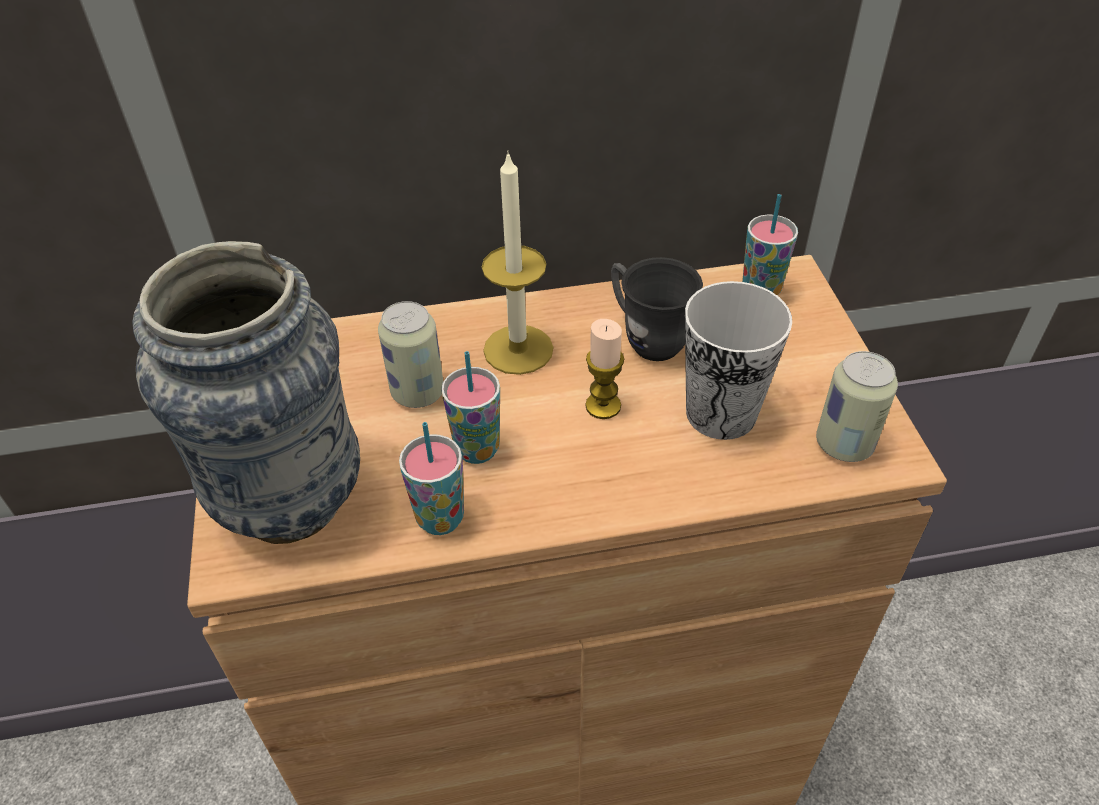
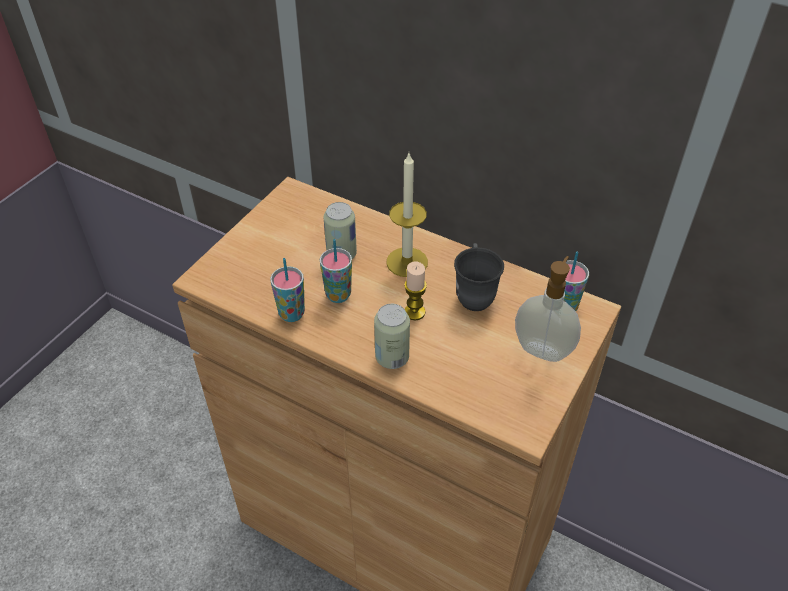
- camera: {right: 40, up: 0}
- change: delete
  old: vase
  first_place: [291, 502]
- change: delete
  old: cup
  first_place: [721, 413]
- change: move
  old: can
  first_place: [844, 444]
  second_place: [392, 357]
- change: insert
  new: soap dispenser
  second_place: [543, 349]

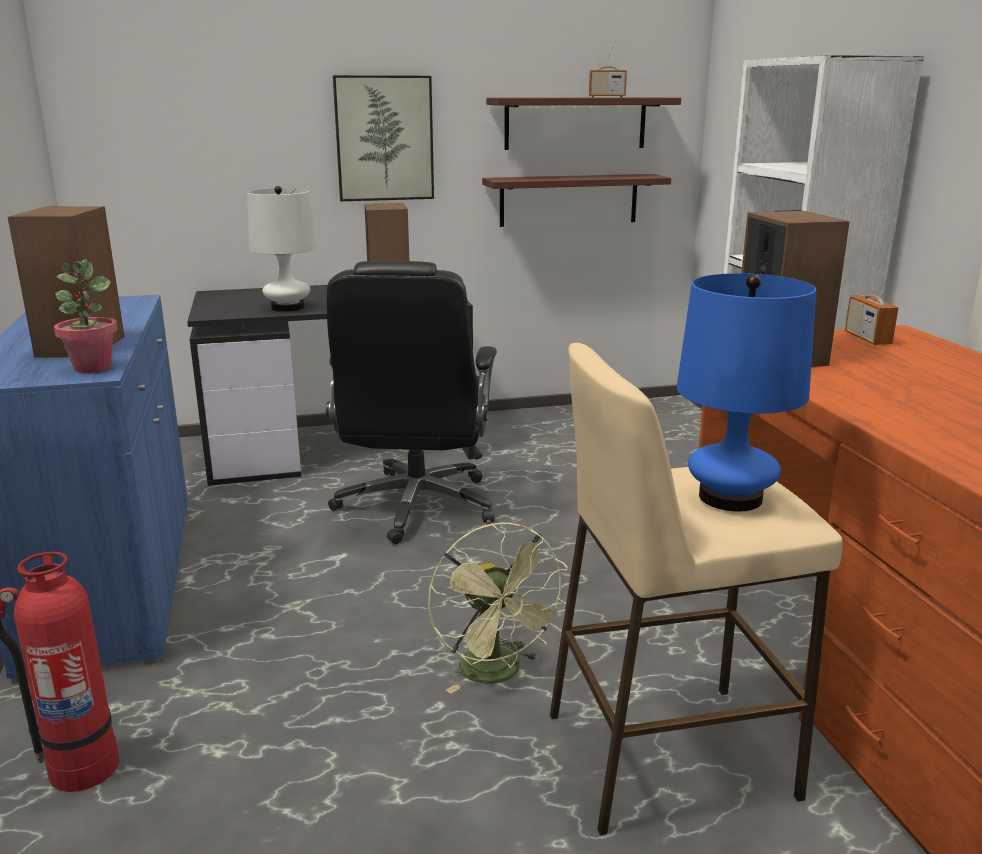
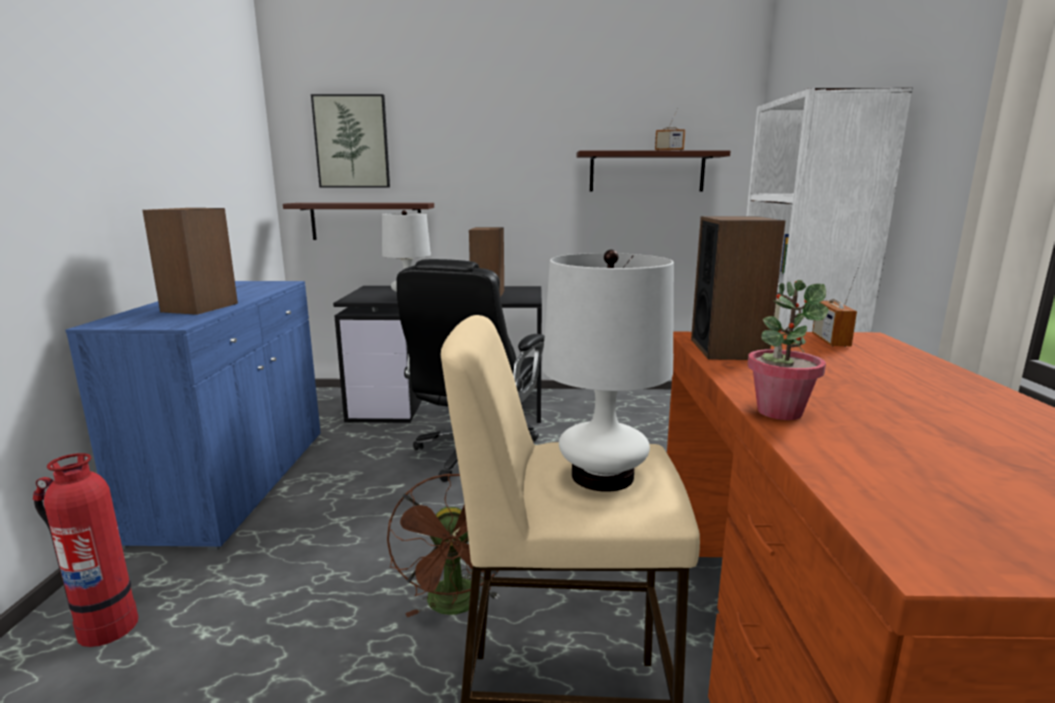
- camera: {right: 15, up: -5}
- change: move
  old: potted plant
  first_place: [92, 367]
  second_place: [779, 412]
- change: move
  old: picture
  first_place: [384, 138]
  second_place: [352, 142]
- change: recolor
  old: fan (green)
  new: fan (brown)
  first_place: [498, 674]
  second_place: [456, 606]
- change: move
  old: shelf
  first_place: [569, 200]
  second_place: [366, 221]
- change: recolor
  old: table lamp (blue)
  new: table lamp (white)
  first_place: [730, 497]
  second_place: [602, 476]

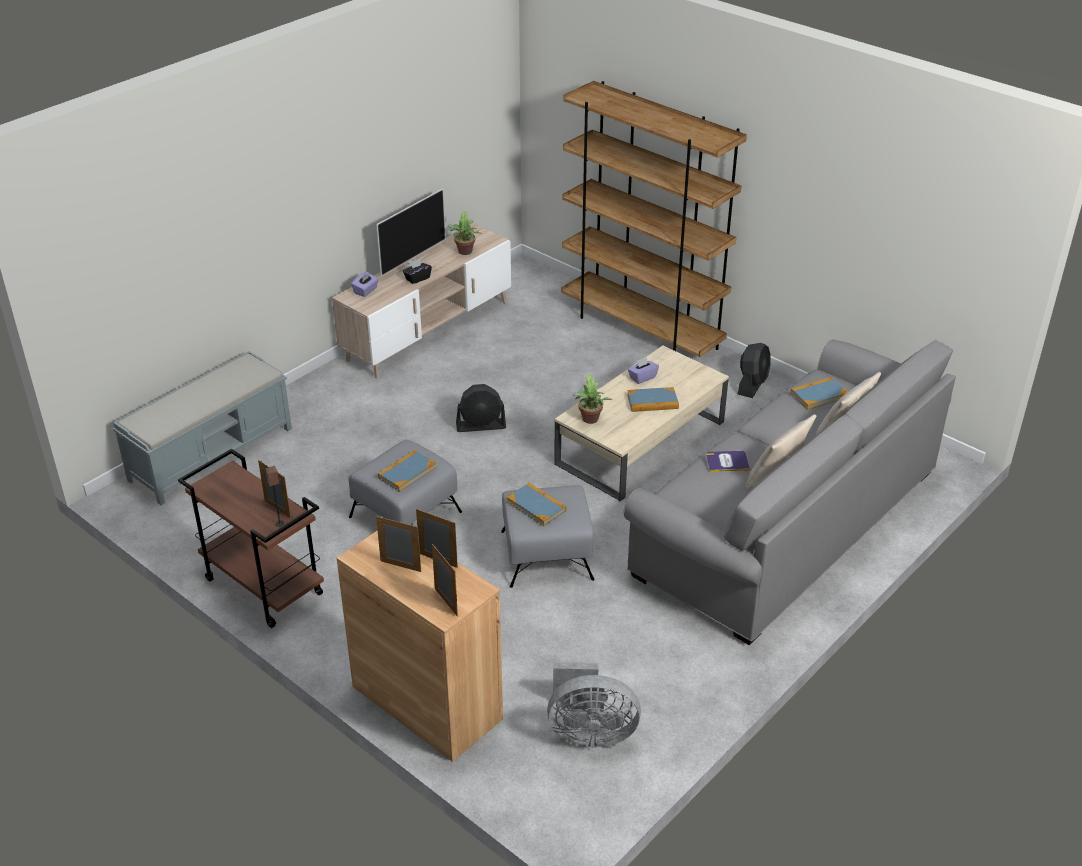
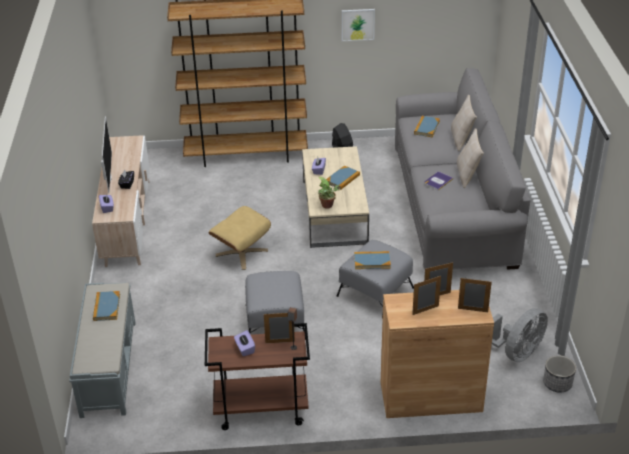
- camera: {right: -45, up: 0}
- change: move
  old: book
  first_place: [407, 473]
  second_place: [106, 307]
- change: delete
  old: potted plant
  first_place: [465, 252]
- change: replace
  old: fan (black)
  new: ottoman (beige)
  first_place: [481, 425]
  second_place: [241, 252]
- change: insert
  new: tissue box (purple)
  second_place: [245, 349]
- change: insert
  new: picture
  second_place: [357, 24]
- change: insert
  new: planter
  second_place: [557, 384]

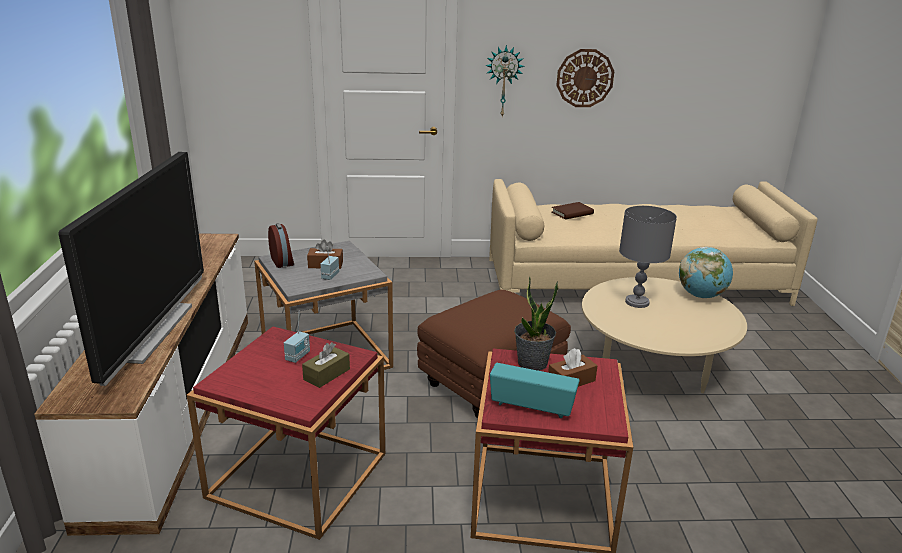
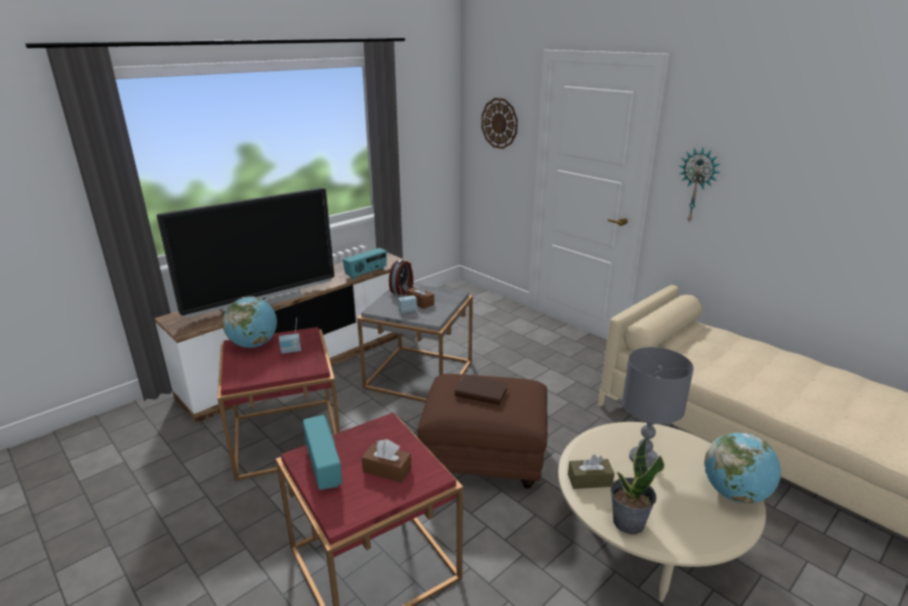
- camera: {right: 50, up: 0}
- change: move
  old: tissue box (brown)
  first_place: [326, 374]
  second_place: [589, 480]
- change: move
  old: potted plant
  first_place: [532, 363]
  second_place: [628, 522]
- change: move
  old: book (brown)
  first_place: [572, 213]
  second_place: [481, 392]
- change: move
  old: wall clock
  first_place: [585, 78]
  second_place: [499, 123]
- change: insert
  new: globe
  second_place: [254, 344]
- change: insert
  new: radio
  second_place: [366, 273]

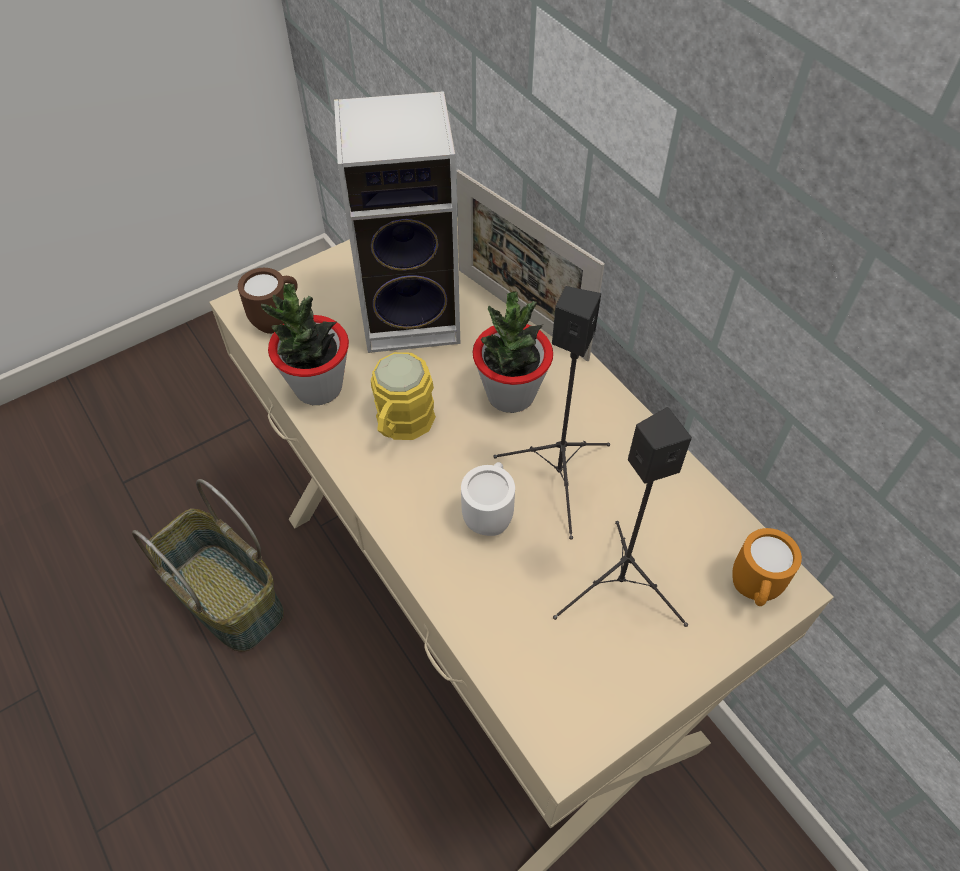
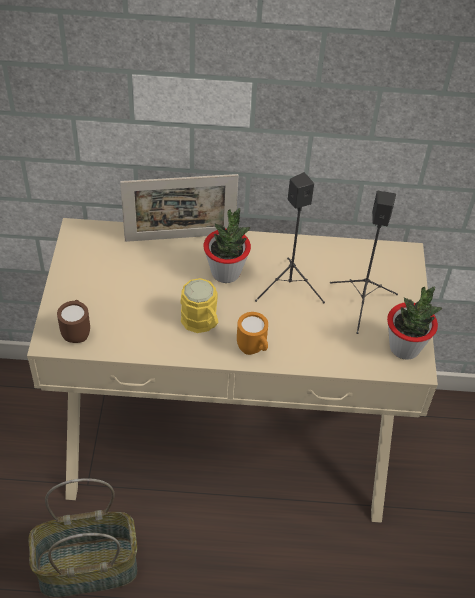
- camera: {right: -55, up: -5}
- change: move
  old: potted plant
  first_place: [318, 387]
  second_place: [404, 347]
- change: delete
  old: speaker
  first_place: [415, 314]
- change: delete
  old: mug (white)
  first_place: [489, 515]
- change: move
  old: mug (orange)
  first_place: [753, 592]
  second_place: [253, 350]

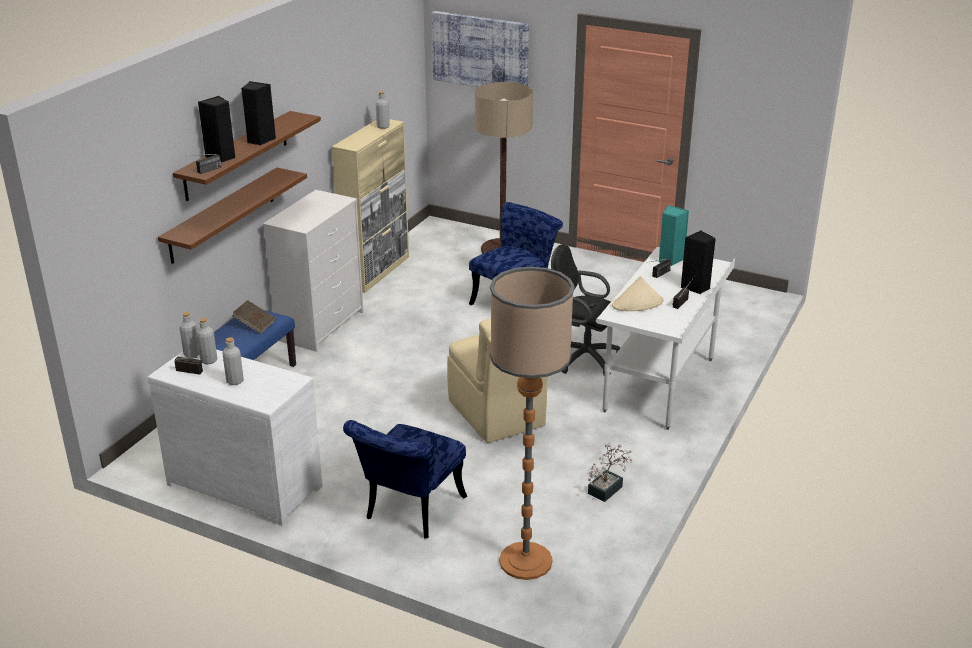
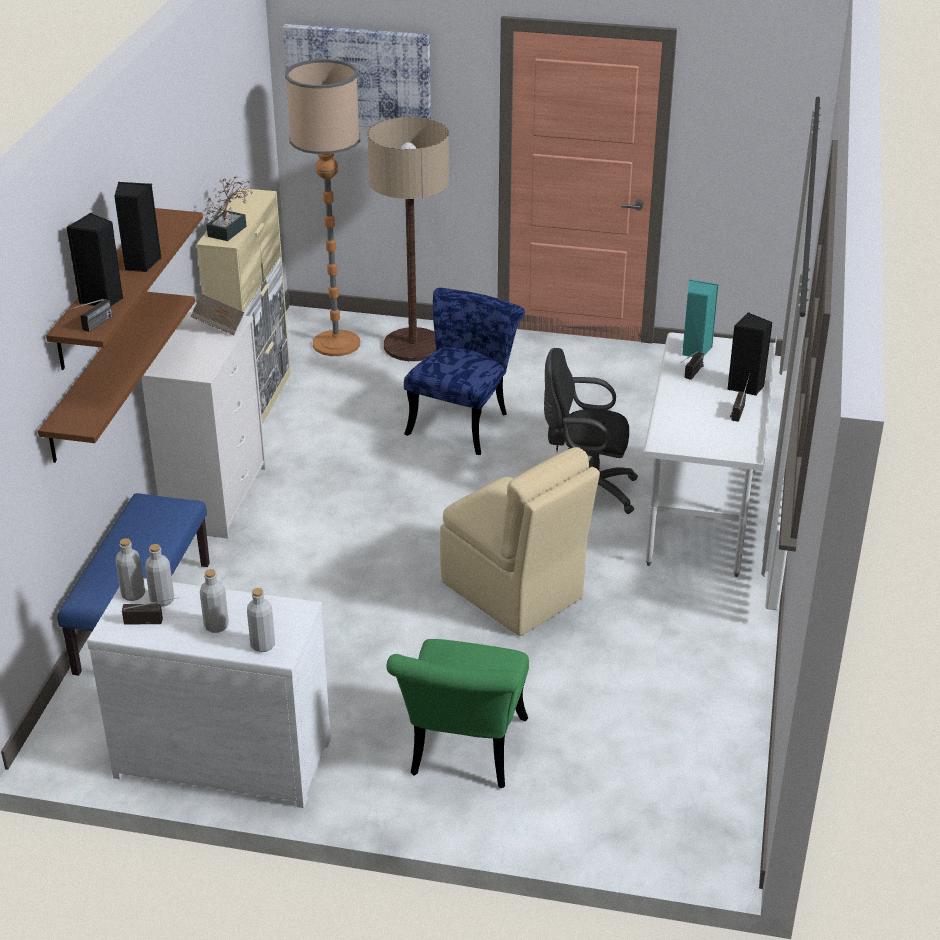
- camera: {right: -15, up: 5}
- change: move
  old: book (brown)
  first_place: [255, 324]
  second_place: [219, 325]
- change: recolor
  old: chair (blue)
  new: chair (green)
  first_place: [409, 512]
  second_place: [463, 754]
- change: move
  old: bottle (grey)
  first_place: [383, 127]
  second_place: [263, 645]
- change: move
  old: floor lamp
  first_place: [525, 561]
  second_place: [336, 344]
- change: move
  old: potted plant
  first_place: [608, 488]
  second_place: [230, 229]
- change: delete
  old: hat (beige)
  first_place: [637, 303]

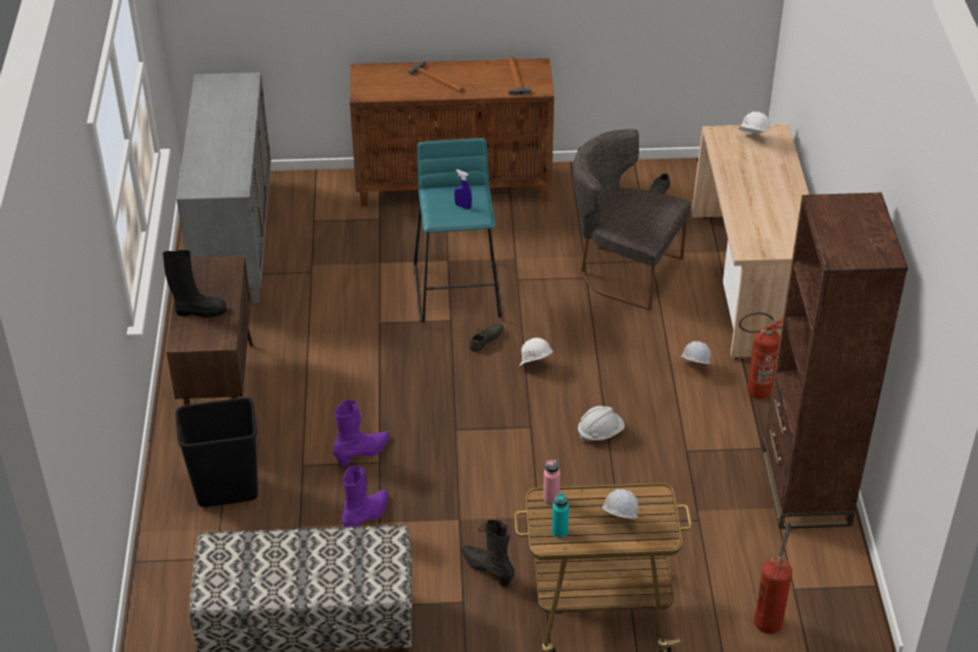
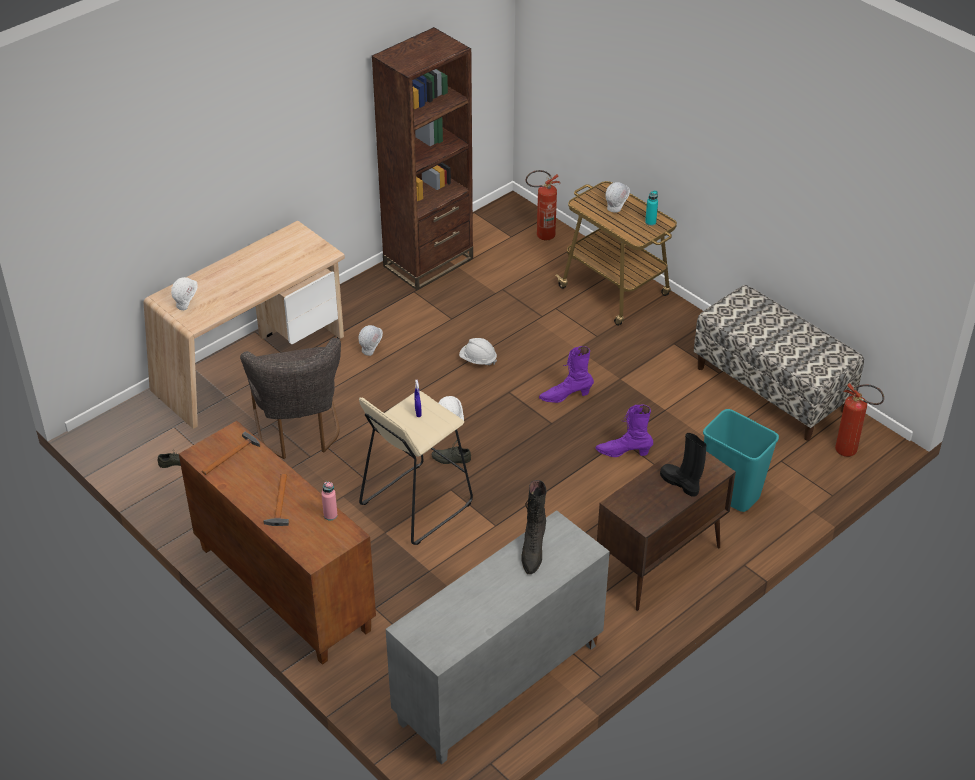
- camera: {right: -130, up: 0}
- change: recolor
  old: trash can (black)
  new: trash can (turquoise)
  first_place: [226, 491]
  second_place: [732, 493]
- change: move
  old: boot (purple)
  first_place: [367, 517]
  second_place: [565, 396]
- change: recolor
  old: stool (turquoise)
  new: stool (beige)
  first_place: [458, 292]
  second_place: [415, 504]
- change: move
  old: boot (black)
  first_place: [488, 570]
  second_place: [533, 550]
- change: move
  old: bottle (pink)
  first_place: [551, 498]
  second_place: [330, 515]
- change: move
  old: fire extinguisher
  first_place: [752, 391]
  second_place: [851, 452]

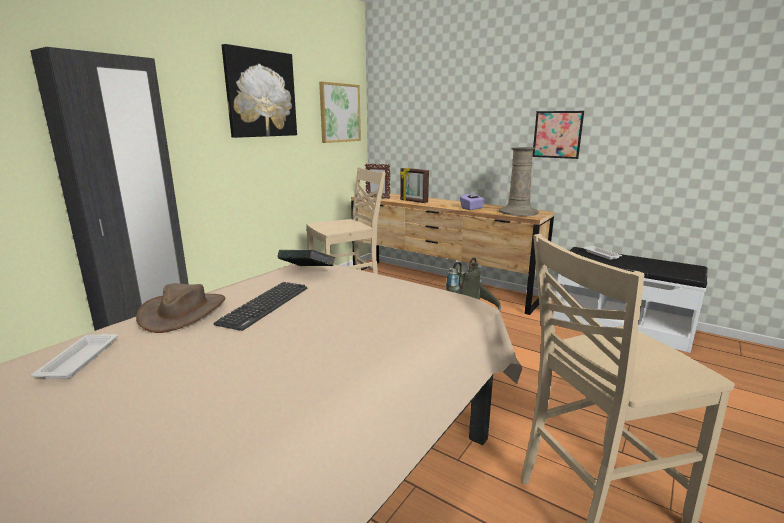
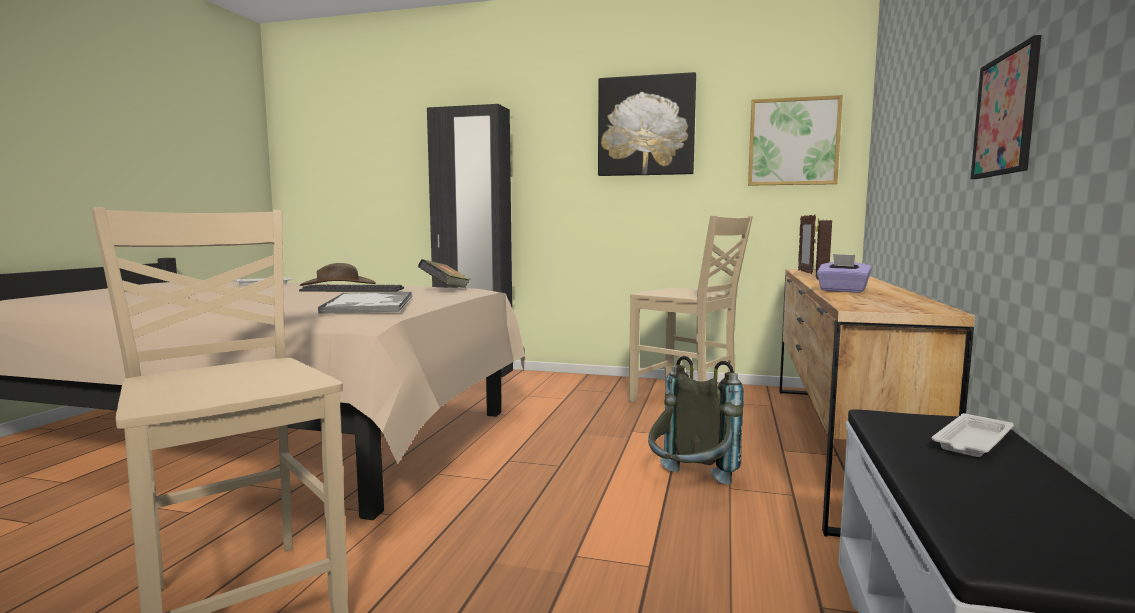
- camera: {right: 70, up: -10}
- change: delete
  old: vase (beige)
  first_place: [518, 212]
- change: insert
  new: tray
  second_place: [369, 305]

